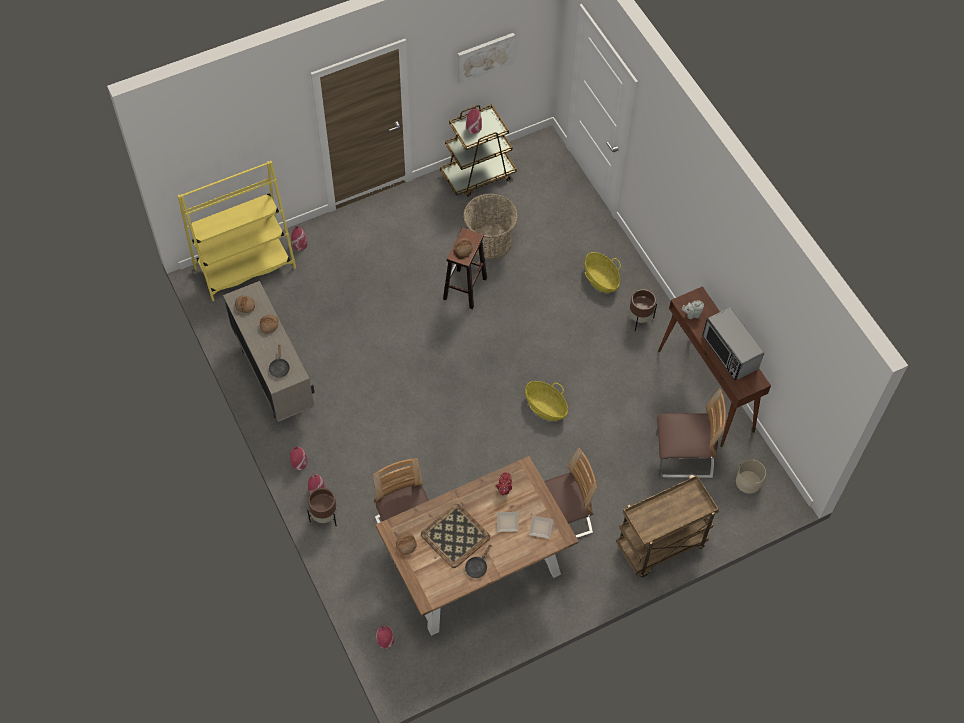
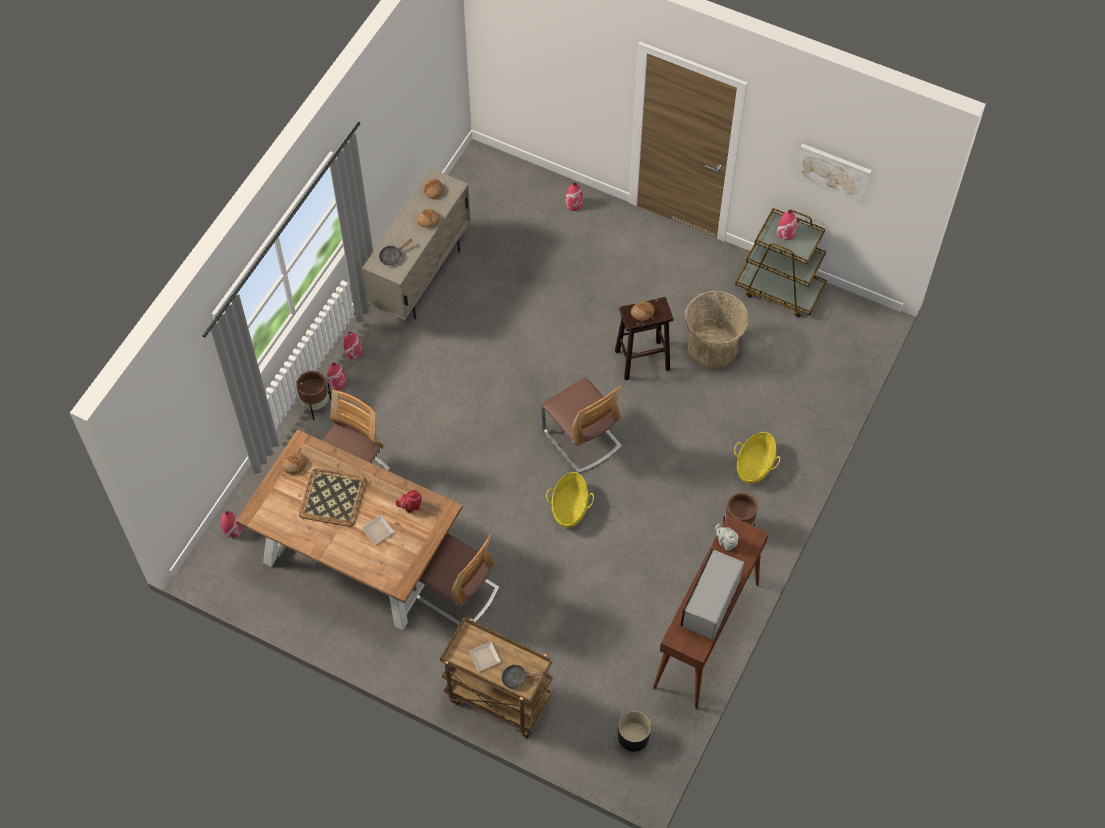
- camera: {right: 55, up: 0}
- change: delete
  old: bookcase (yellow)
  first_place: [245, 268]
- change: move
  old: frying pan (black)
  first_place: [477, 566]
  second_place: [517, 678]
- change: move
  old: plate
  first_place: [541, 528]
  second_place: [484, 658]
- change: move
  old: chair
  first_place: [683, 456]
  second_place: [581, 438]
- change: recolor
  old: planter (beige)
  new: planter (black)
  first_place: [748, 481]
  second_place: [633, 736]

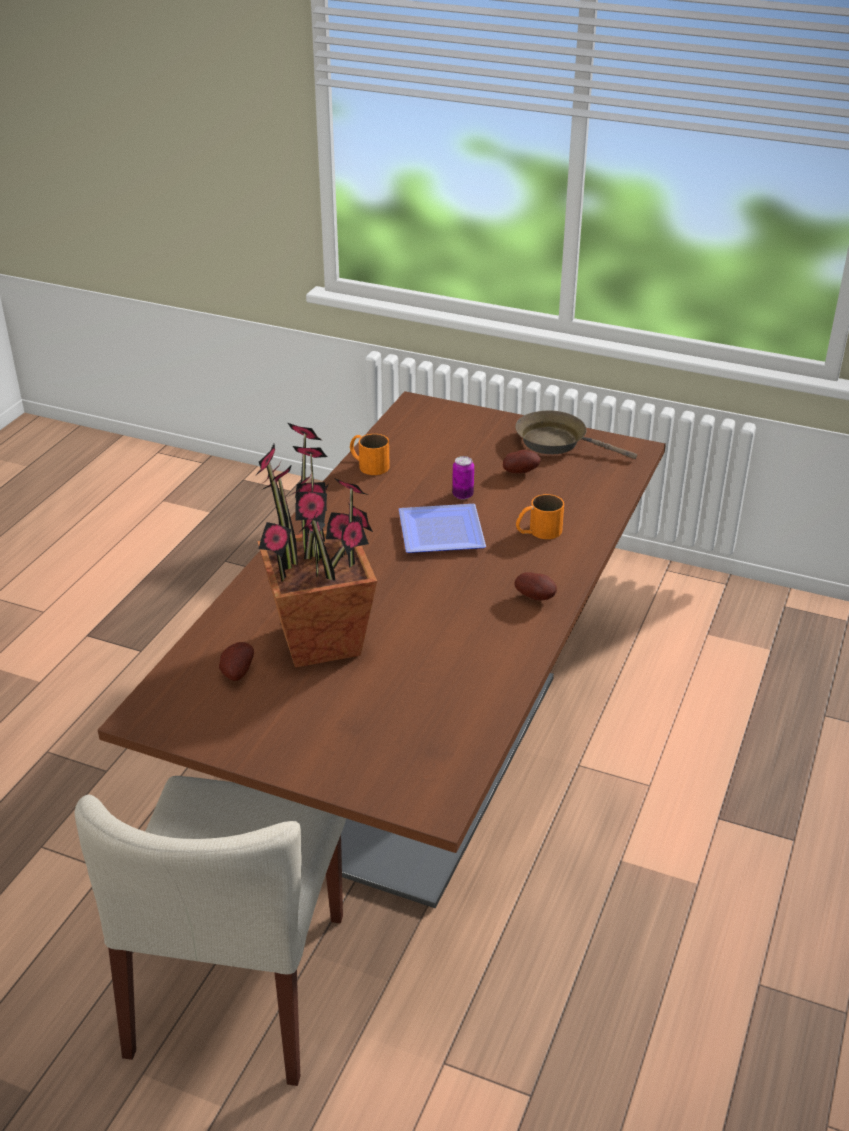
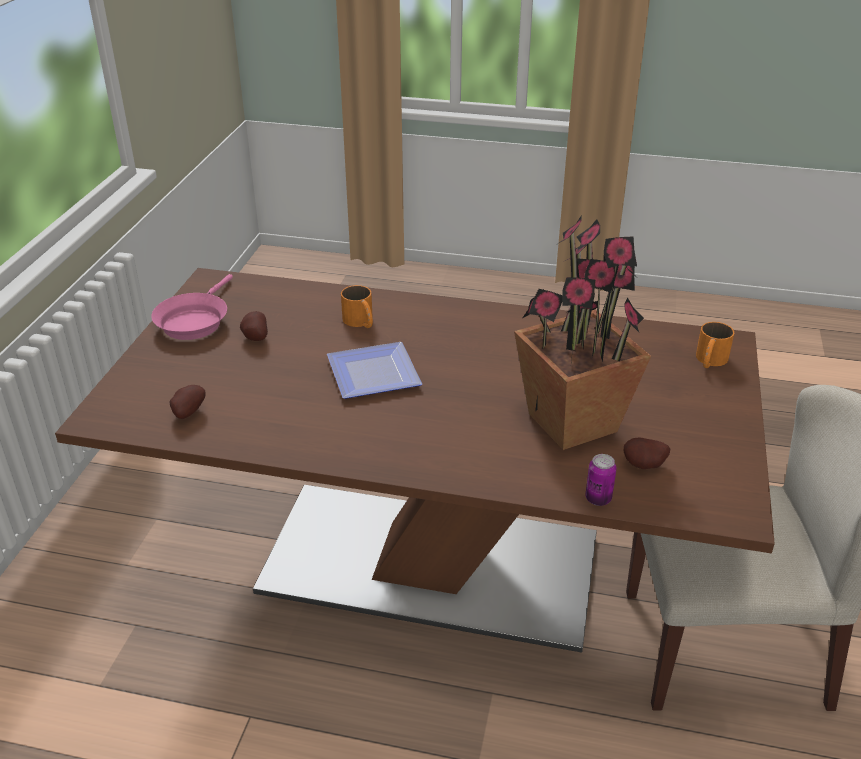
- camera: {right: -100, up: 0}
- change: move
  old: mug (orange)
  first_place: [368, 464]
  second_place: [709, 361]
- change: move
  old: can
  first_place: [462, 495]
  second_place: [598, 499]
- change: move
  old: potato
  first_place: [536, 597]
  second_place: [187, 413]
- change: recolor
  old: frying pan (brown)
  new: frying pan (pink)
  first_place: [557, 442]
  second_place: [194, 321]

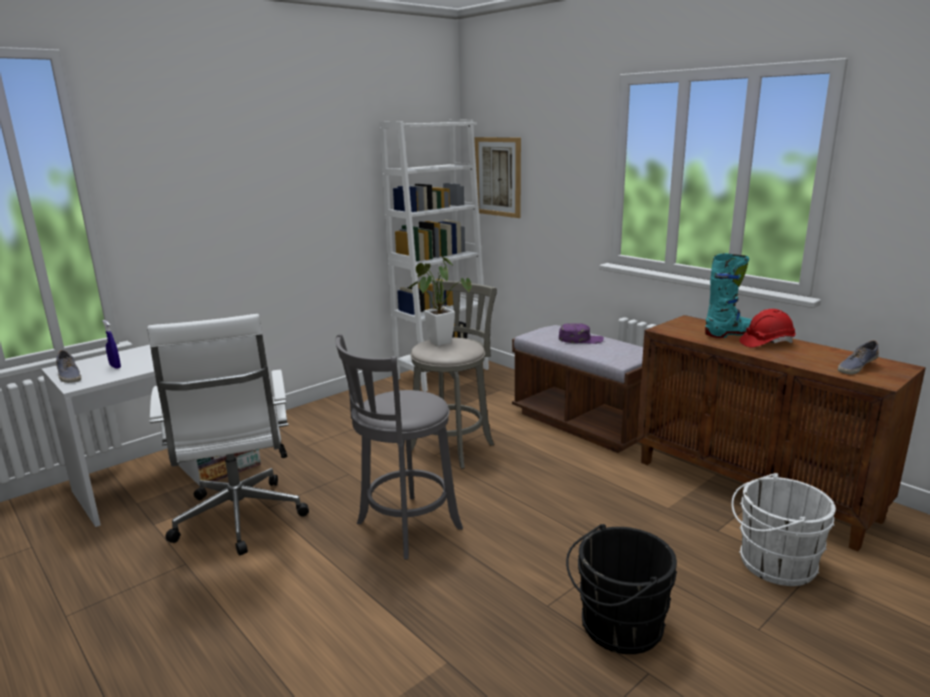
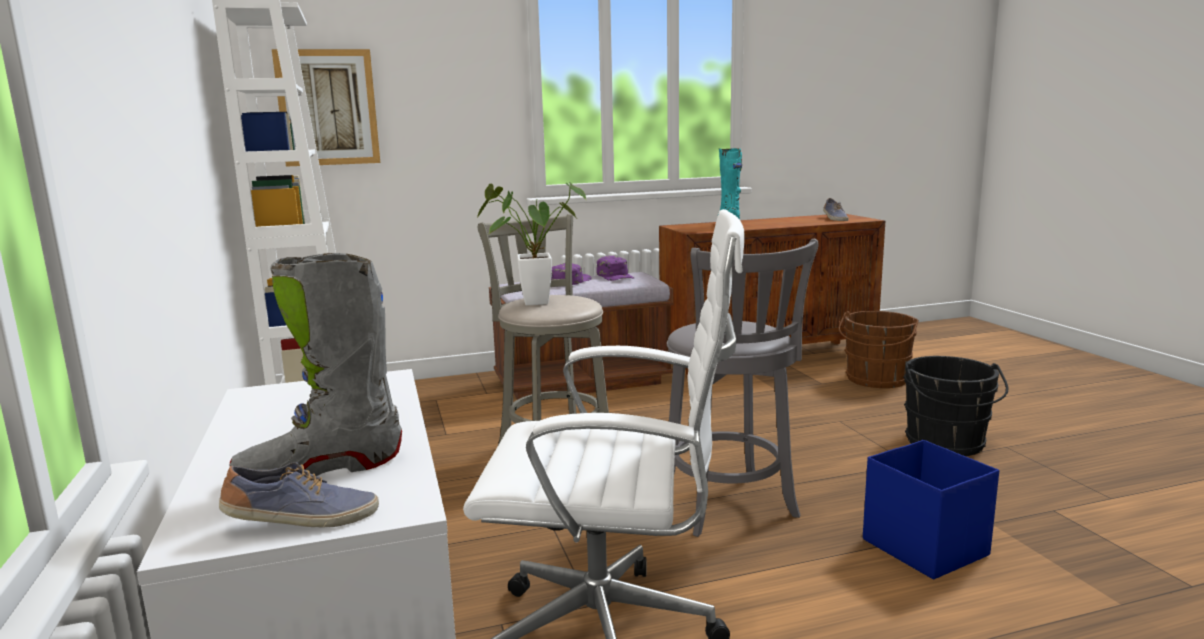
- camera: {right: -65, up: -5}
- change: replace
  old: spray bottle (blue)
  new: boot (grey)
  first_place: [115, 366]
  second_place: [321, 469]
- change: recolor
  old: bucket (white)
  new: bucket (brown)
  first_place: [772, 563]
  second_place: [875, 380]
- change: delete
  old: hard hat (red)
  first_place: [766, 343]
- change: insert
  new: cap (purple)
  second_place: [615, 276]
- change: insert
  new: storage box (blue)
  second_place: [924, 546]

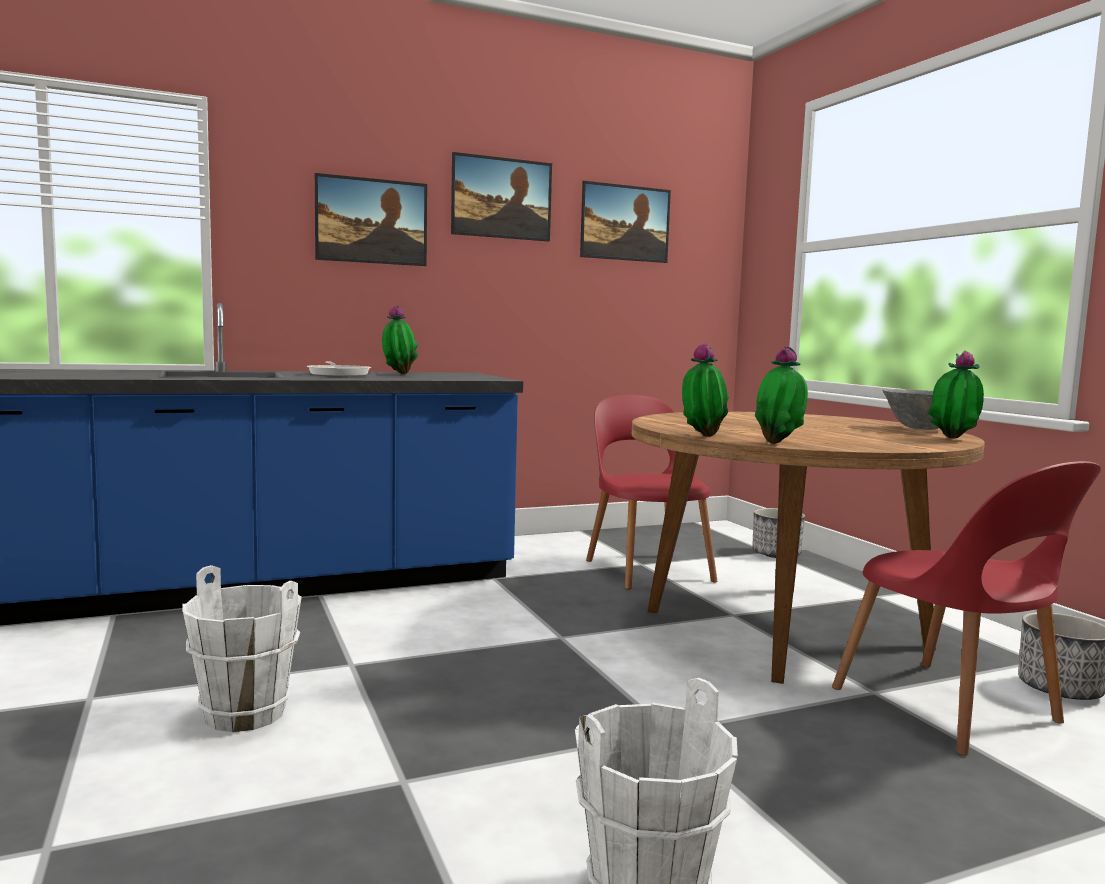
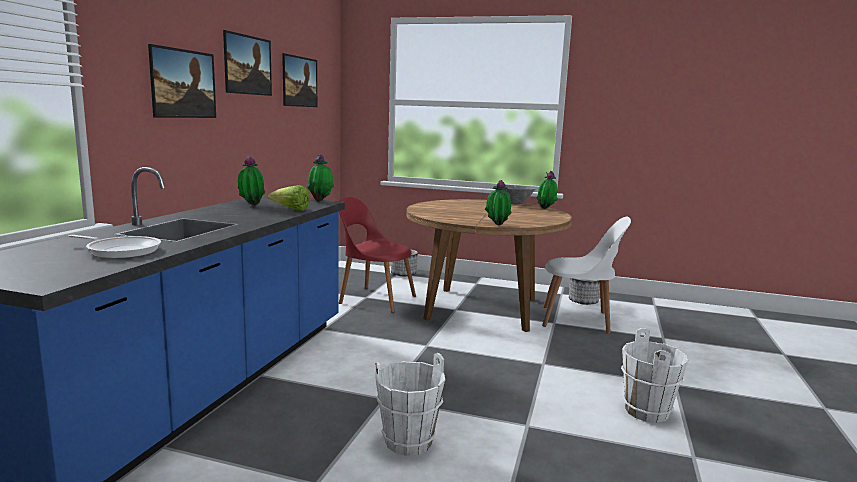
- camera: {right: -50, up: 5}
- change: move
  old: frying pan
  first_place: [339, 374]
  second_place: [121, 251]
- change: move
  old: potted plant
  first_place: [779, 443]
  second_place: [320, 201]
- change: recolor
  old: chair (red)
  new: chair (white)
  first_place: [951, 709]
  second_place: [579, 320]
- change: insert
  new: lettuce
  second_place: [291, 210]

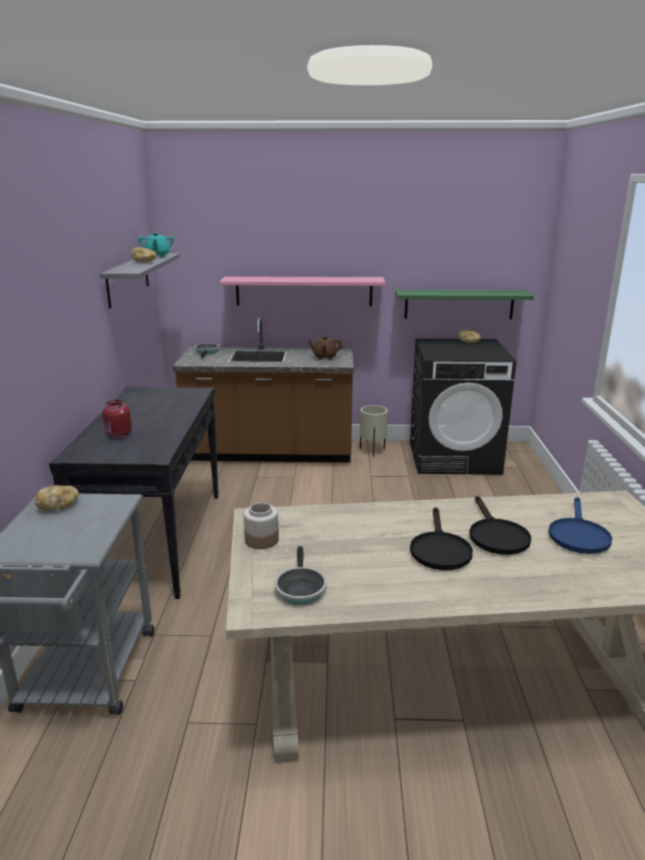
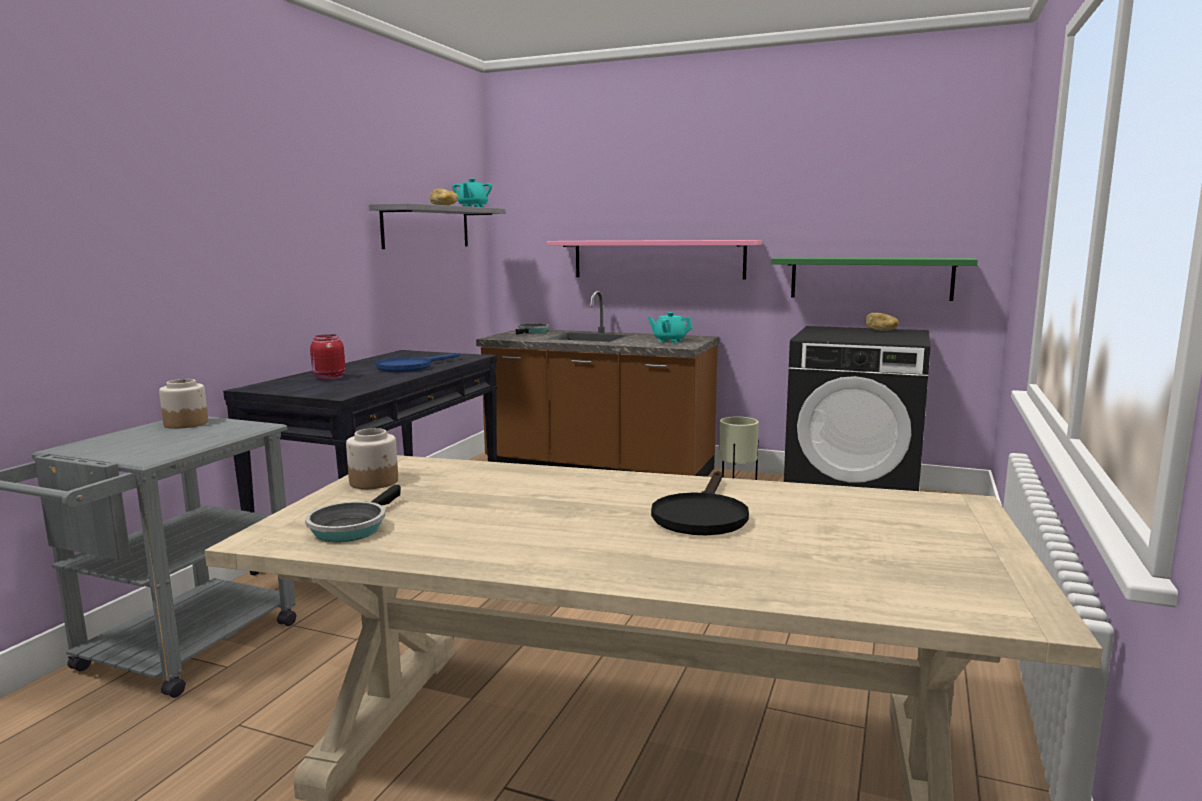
- camera: {right: 20, up: -10}
- change: replace
  old: bread
  new: jar
  first_place: [58, 505]
  second_place: [186, 423]
- change: recolor
  old: teapot (brown)
  new: teapot (turquoise)
  first_place: [325, 357]
  second_place: [669, 341]
- change: delete
  old: frying pan (black)
  first_place: [439, 549]
- change: move
  old: frying pan (blue)
  first_place: [578, 535]
  second_place: [410, 367]

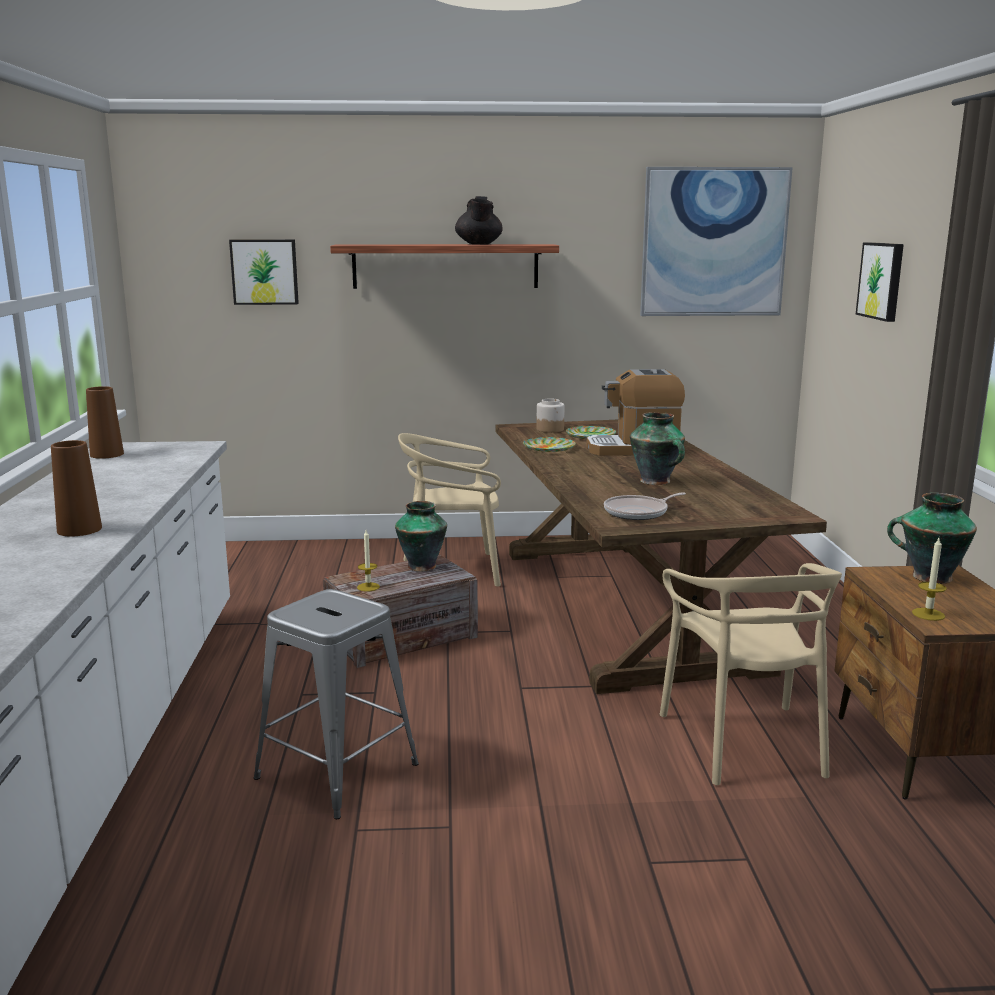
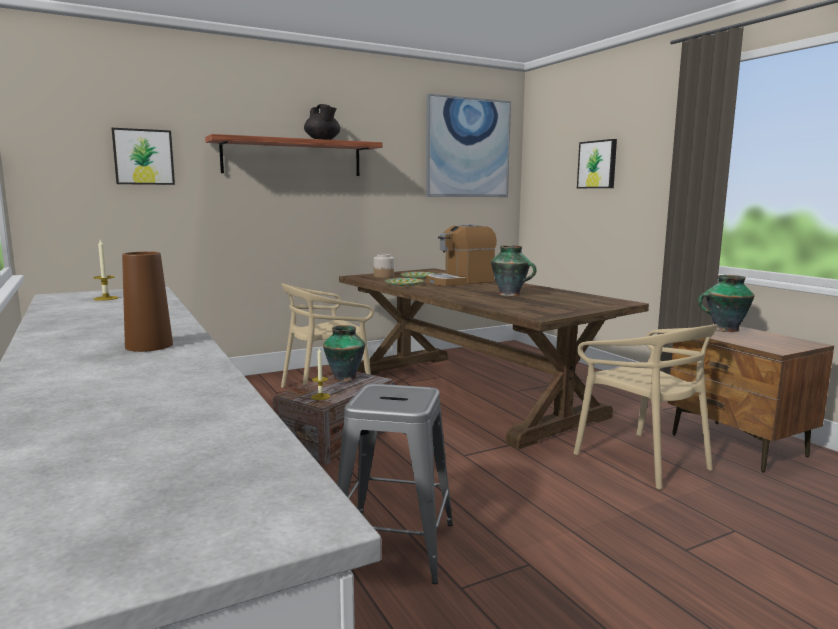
- camera: {right: -25, up: -5}
- change: delete
  old: vase (brown)
  first_place: [107, 454]
- change: delete
  old: frying pan
  first_place: [638, 512]
- change: move
  old: candle
  first_place: [928, 614]
  second_place: [106, 298]

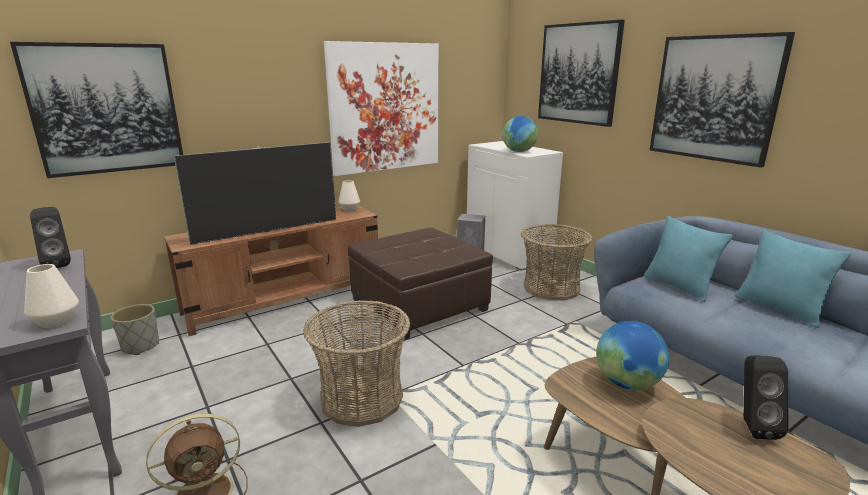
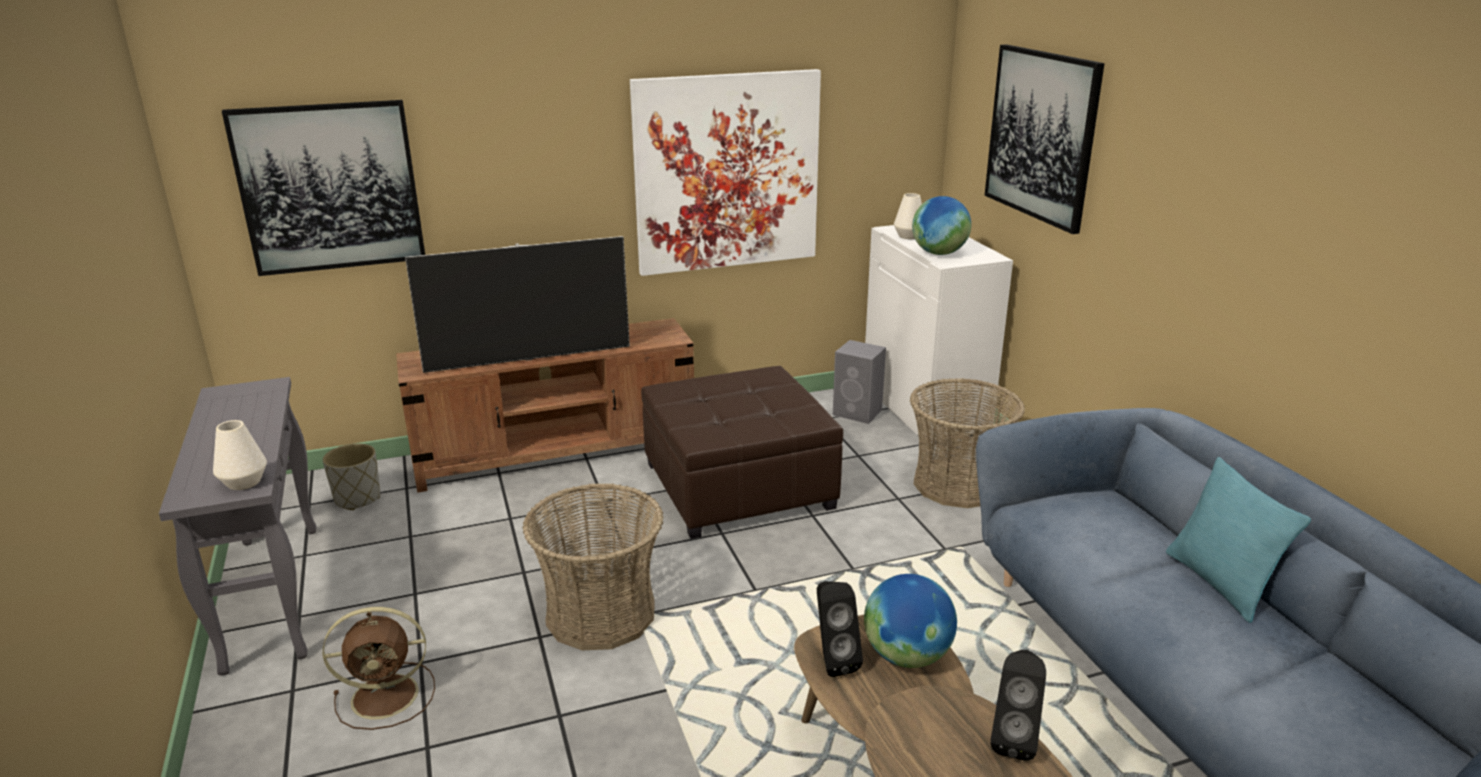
- camera: {right: 15, up: 5}
- change: move
  old: speaker (black)
  first_place: [59, 264]
  second_place: [832, 660]
- change: move
  old: vase (white)
  first_place: [349, 209]
  second_place: [908, 236]
- change: delete
  old: pillow (turquoise)
  first_place: [678, 287]
- change: delete
  old: picture
  first_place: [714, 98]

